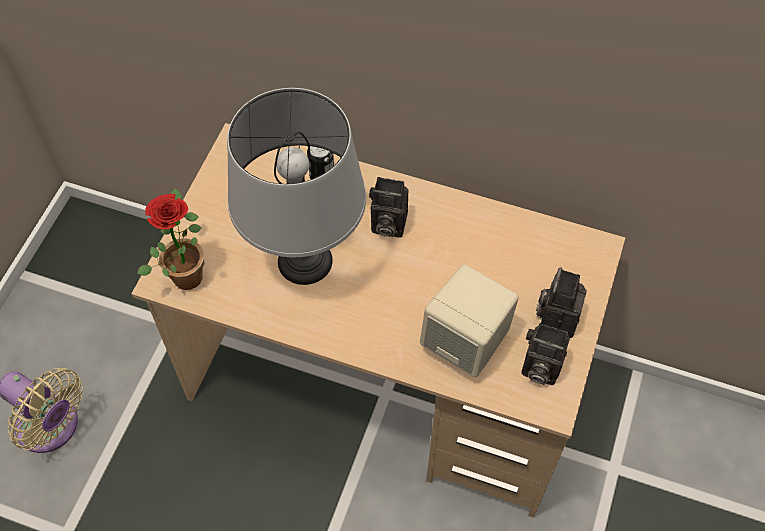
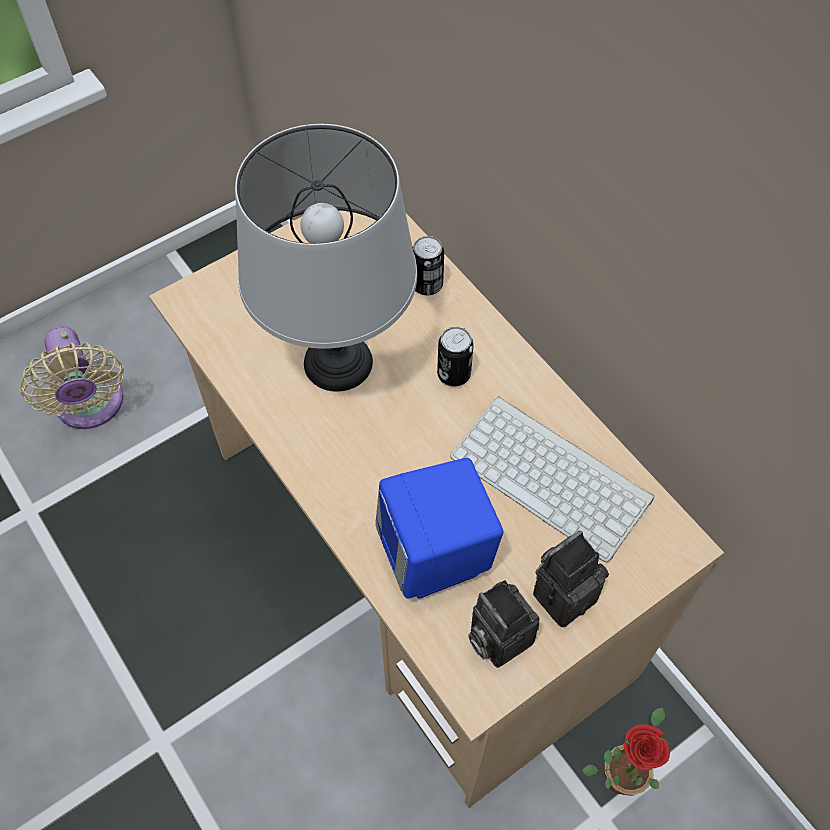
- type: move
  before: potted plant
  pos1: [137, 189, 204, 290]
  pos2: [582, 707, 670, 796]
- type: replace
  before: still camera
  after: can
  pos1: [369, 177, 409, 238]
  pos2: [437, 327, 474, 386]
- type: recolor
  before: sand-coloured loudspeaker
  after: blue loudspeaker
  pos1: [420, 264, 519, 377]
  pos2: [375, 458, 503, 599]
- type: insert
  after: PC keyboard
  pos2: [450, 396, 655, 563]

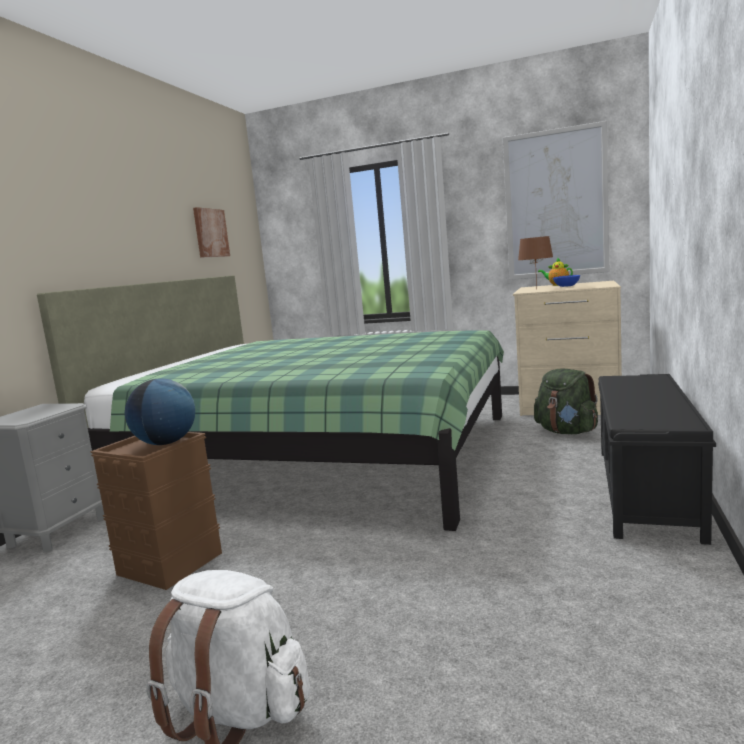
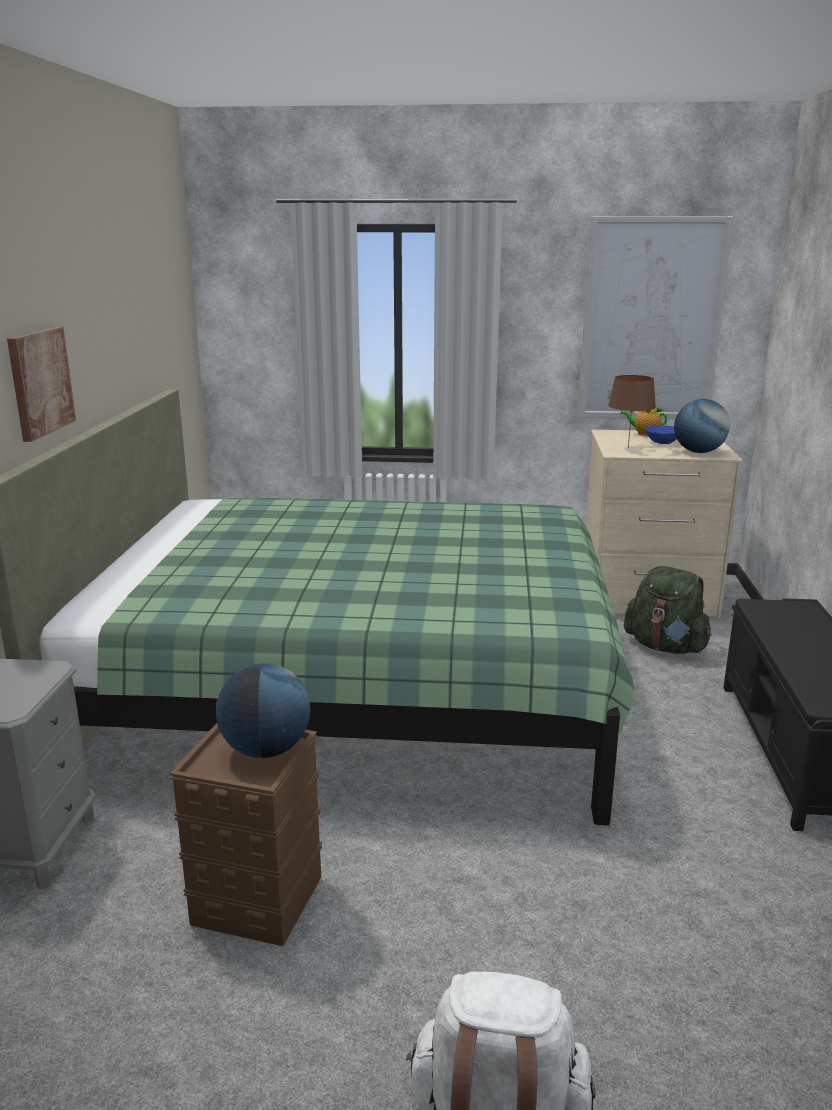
- type: move
  before: wall art
  pos1: [193, 207, 230, 258]
  pos2: [7, 327, 76, 442]
- type: insert
  after: globe
  pos2: [674, 399, 730, 453]

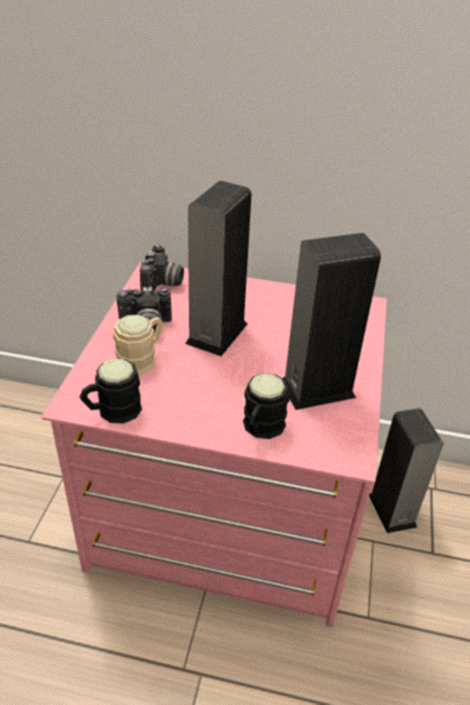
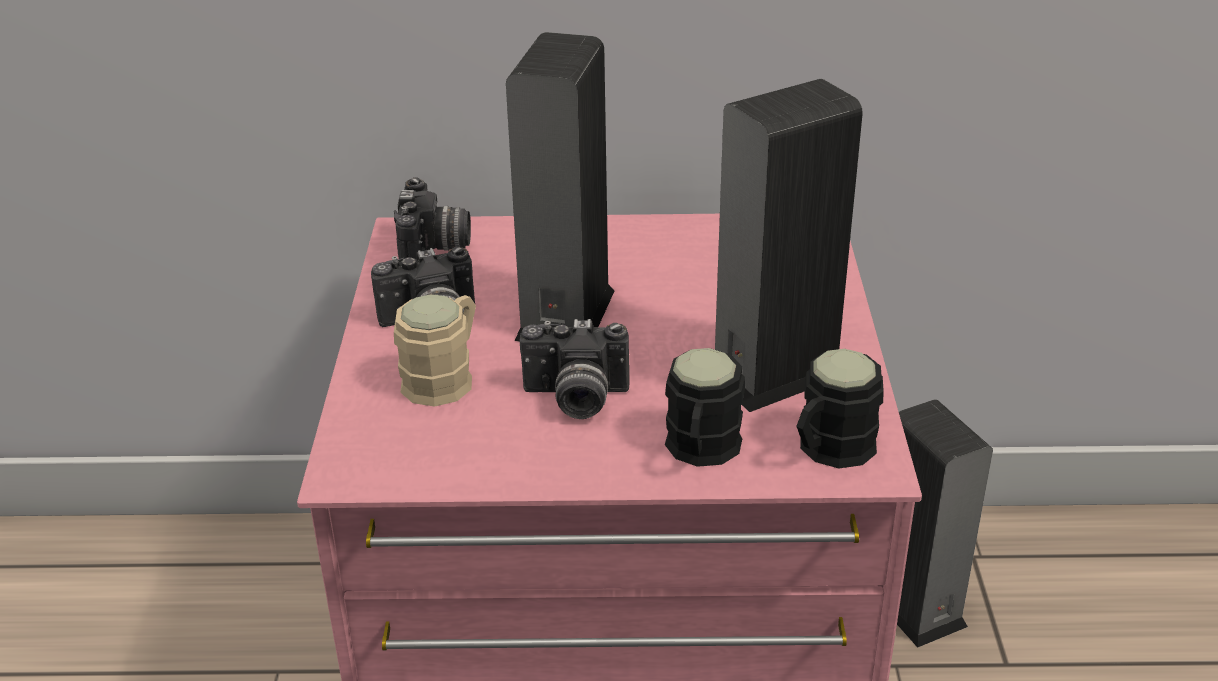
- type: move
  before: black-coloured tea mug
  pos1: [79, 359, 142, 424]
  pos2: [796, 349, 884, 468]
- type: insert
  after: still camera
  pos2: [520, 319, 630, 419]

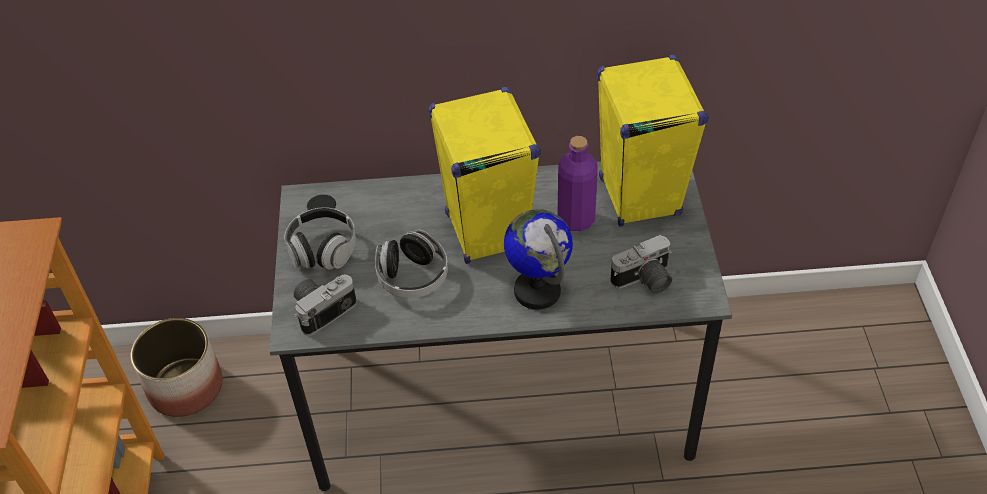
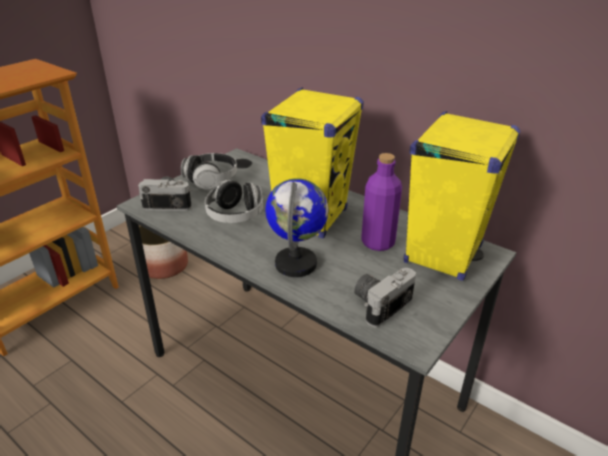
- type: rotate
  before: still camera
  pos1: [610, 235, 672, 294]
  pos2: [354, 268, 416, 328]
  turn: 120

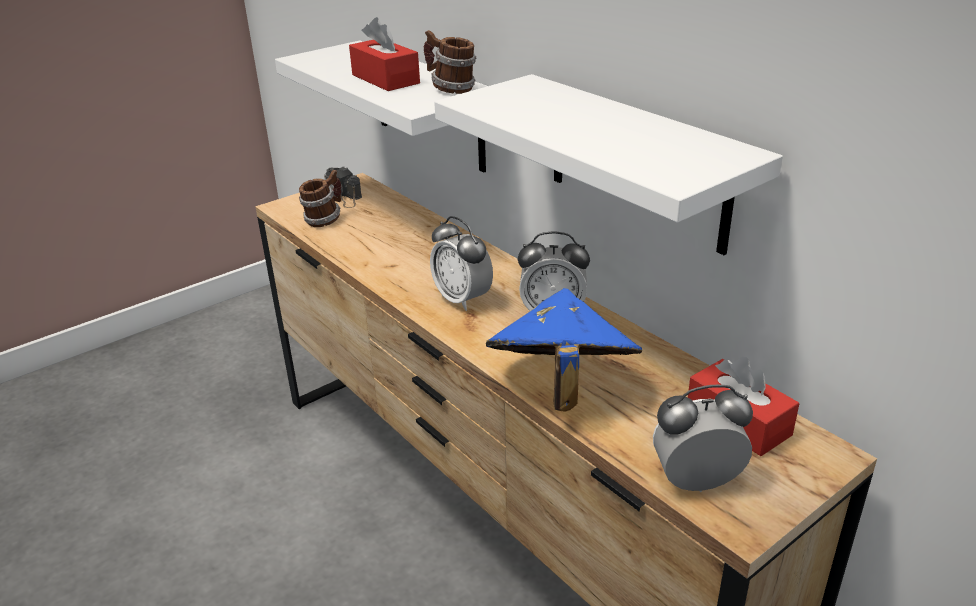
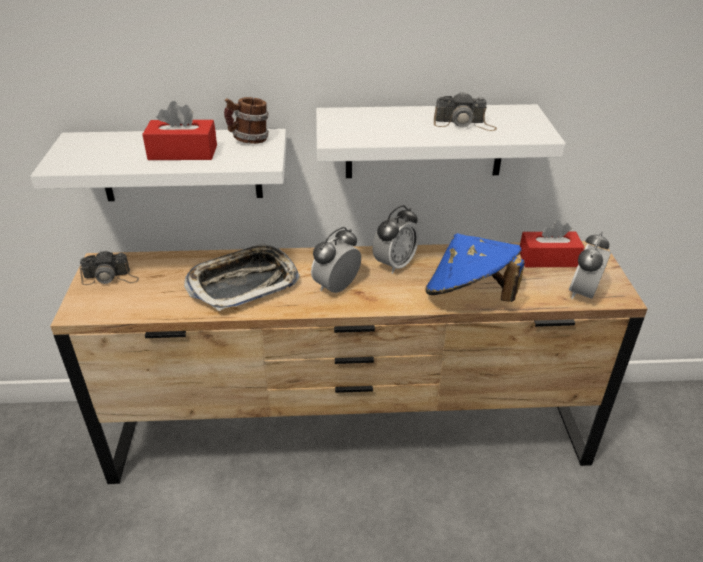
- type: delete
  before: tea mug
  pos1: [299, 170, 341, 227]
- type: rotate
  before: table clock
  pos1: [430, 216, 493, 311]
  pos2: [311, 227, 361, 293]
  turn: 135
- type: insert
  after: carrying tray
  pos2: [184, 243, 300, 311]
- type: insert
  after: still camera
  pos2: [434, 91, 497, 131]

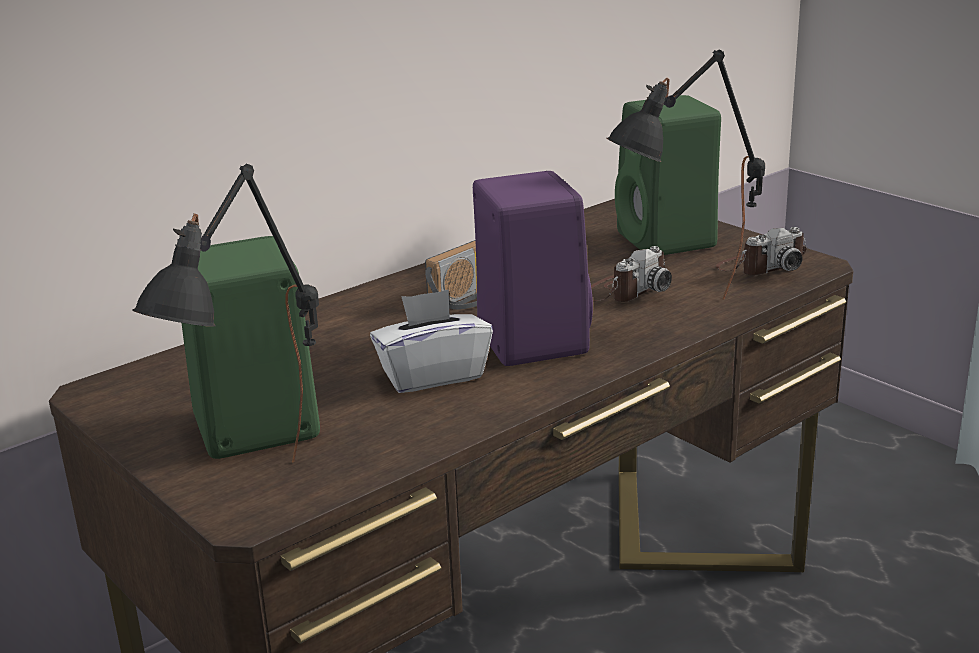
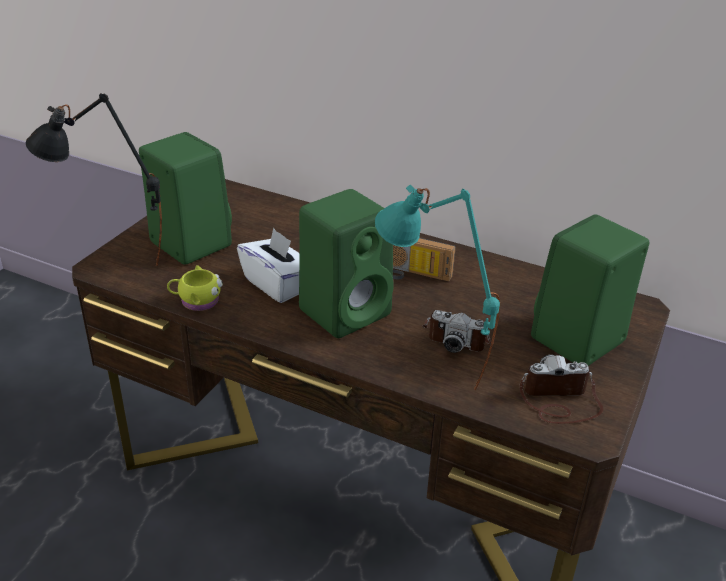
- type: recolor
  before: purplish loudspeaker
  after: greenish loudspeaker
  pos1: [473, 171, 593, 366]
  pos2: [299, 189, 394, 338]
- type: recolor
  before: black-coloured tabletop lamp
  after: turquoise tabletop lamp
  pos1: [606, 50, 765, 299]
  pos2: [375, 185, 500, 391]
- type: rotate
  before: still camera
  pos1: [716, 227, 807, 276]
  pos2: [519, 355, 604, 424]
  turn: 135
- type: insert
  after: yellow-coloured tea mug
  pos2: [167, 265, 223, 311]

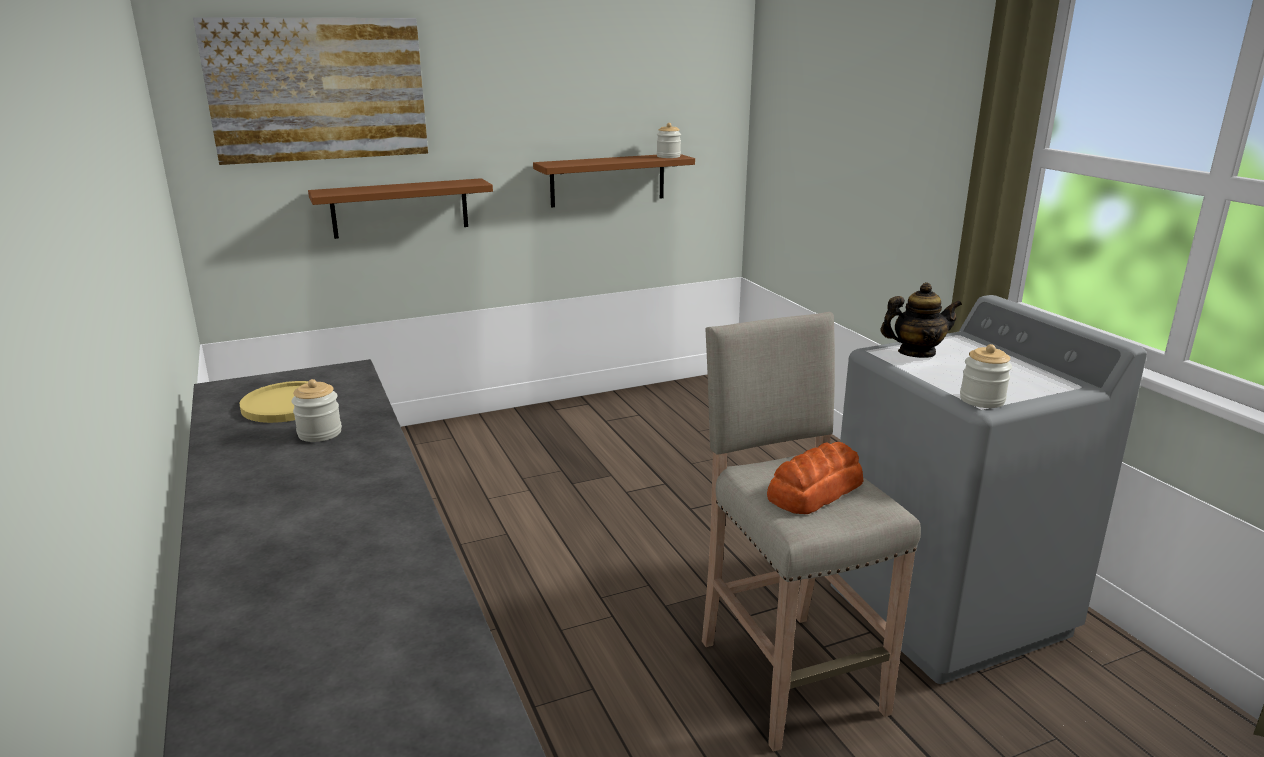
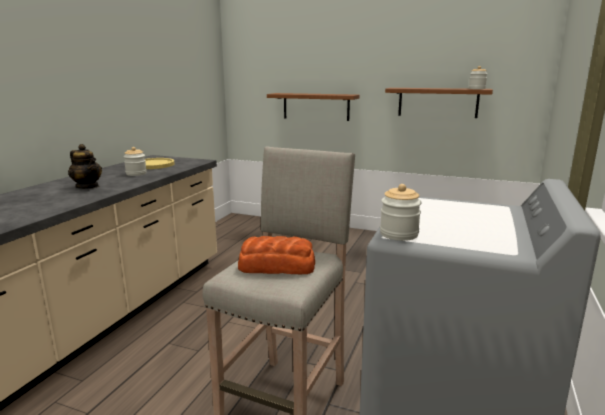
- type: delete
  before: wall art
  pos1: [193, 17, 428, 165]
- type: move
  before: pot for tea
  pos1: [880, 282, 962, 358]
  pos2: [68, 144, 102, 189]

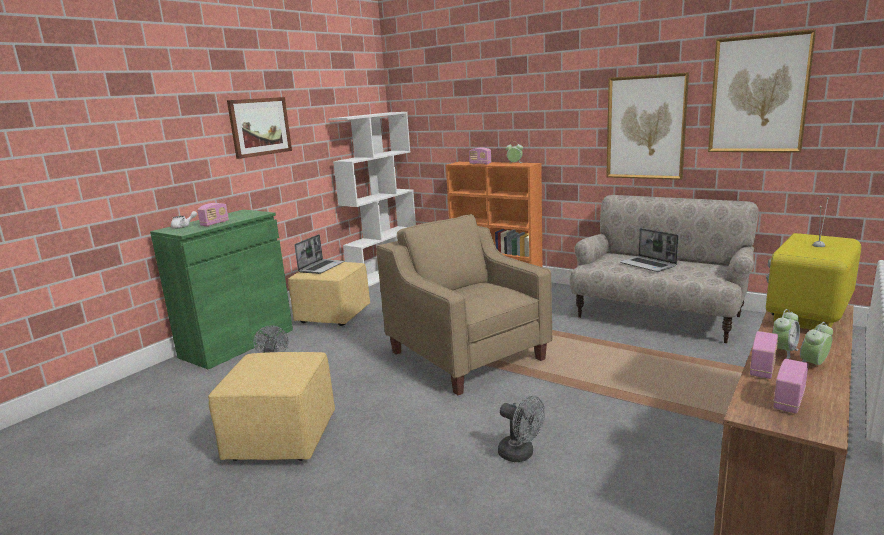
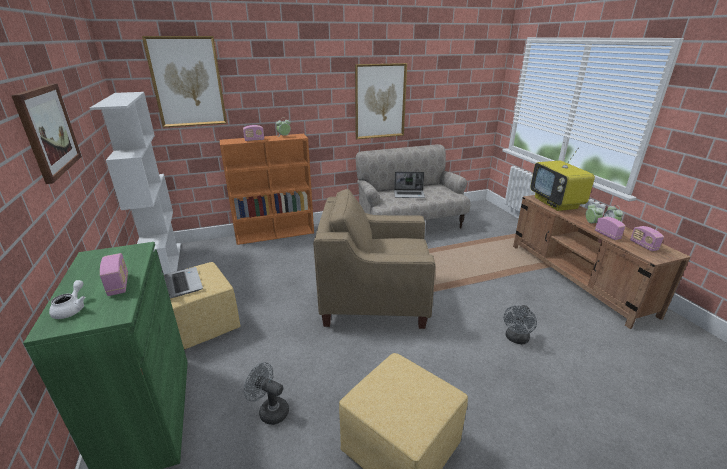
- type: rotate
  before: gray electric fan
  pos1: [498, 396, 545, 462]
  pos2: [504, 305, 537, 344]
  turn: 135
- type: move
  before: wall art
  pos1: [708, 29, 816, 152]
  pos2: [142, 36, 227, 128]

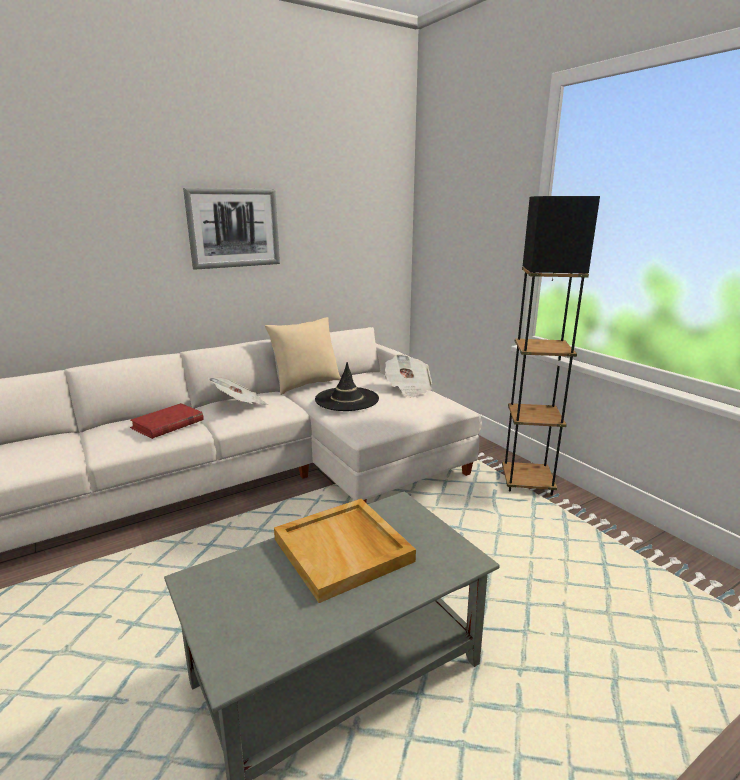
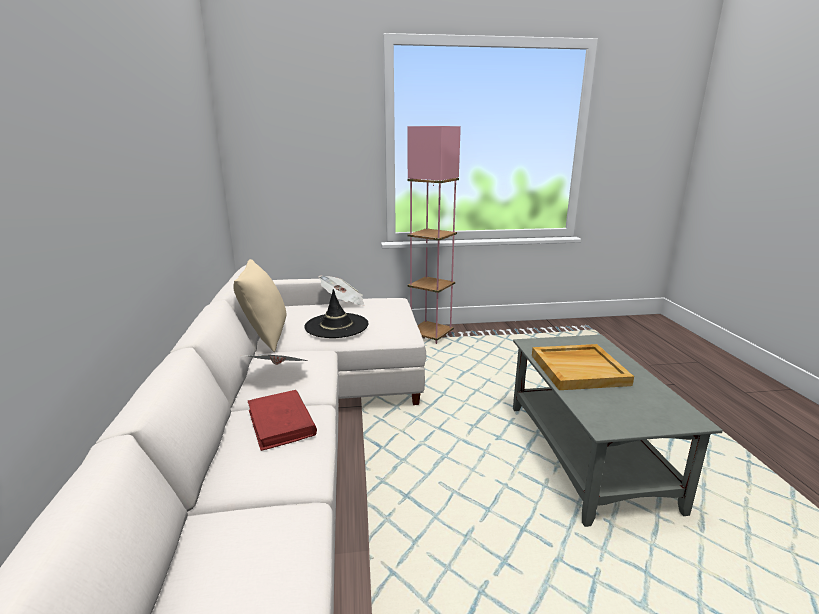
- type: delete
  before: wall art
  pos1: [183, 188, 280, 270]
- type: recolor
  before: black-coloured standing lamp
  after: pink standing lamp
  pos1: [502, 196, 600, 495]
  pos2: [407, 126, 461, 344]

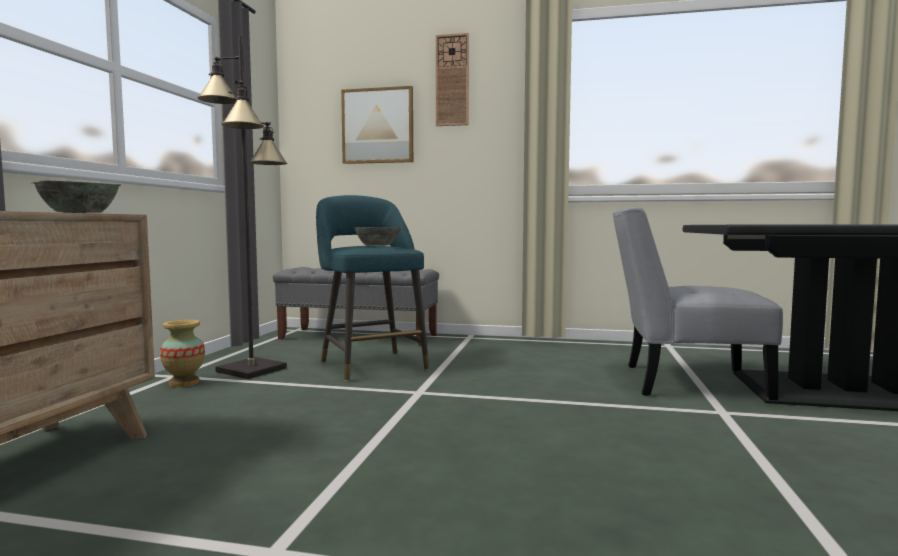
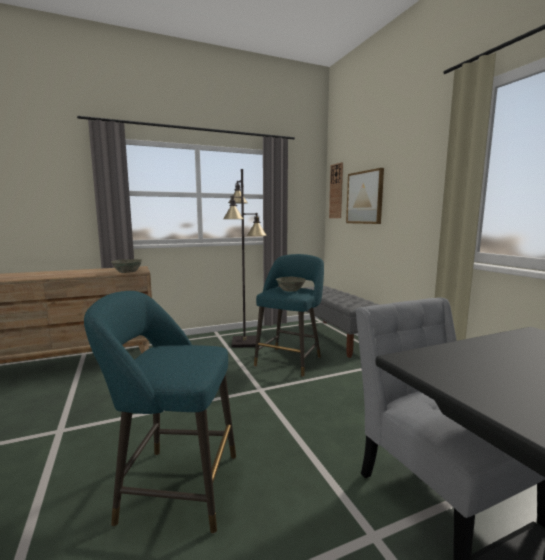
- type: delete
  before: decorative vase
  pos1: [160, 320, 205, 387]
- type: move
  before: wall clock
  pos1: [436, 33, 469, 126]
  pos2: [329, 162, 343, 218]
- type: insert
  after: turquoise sitting stool
  pos2: [84, 291, 236, 534]

